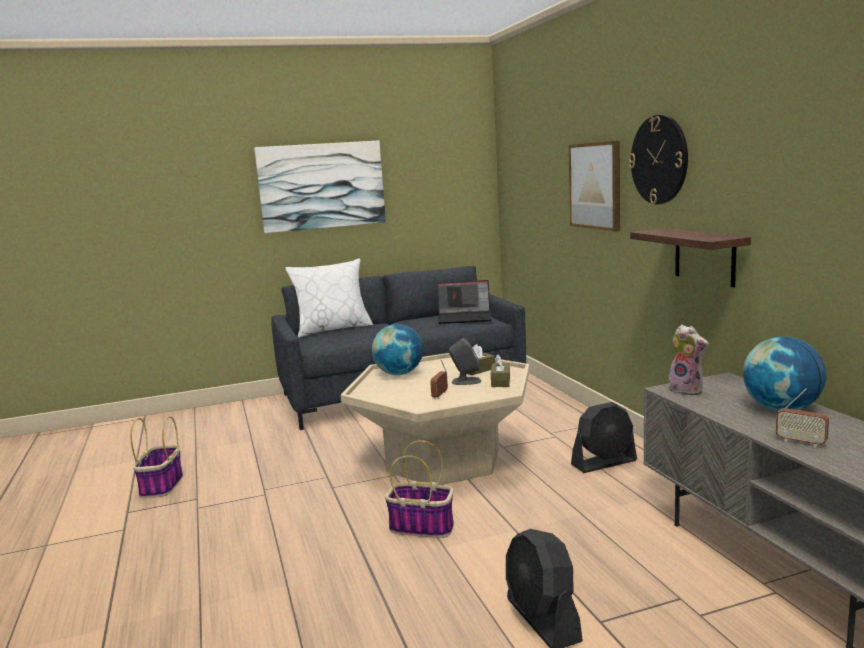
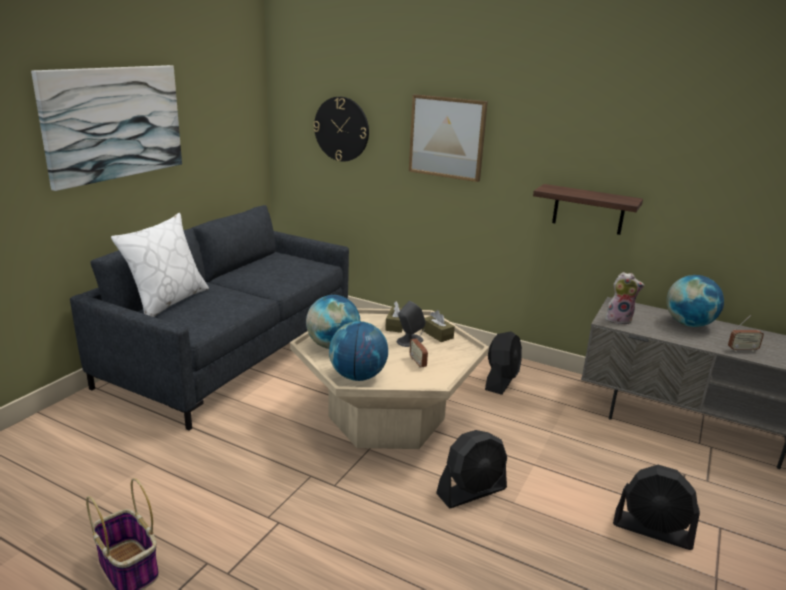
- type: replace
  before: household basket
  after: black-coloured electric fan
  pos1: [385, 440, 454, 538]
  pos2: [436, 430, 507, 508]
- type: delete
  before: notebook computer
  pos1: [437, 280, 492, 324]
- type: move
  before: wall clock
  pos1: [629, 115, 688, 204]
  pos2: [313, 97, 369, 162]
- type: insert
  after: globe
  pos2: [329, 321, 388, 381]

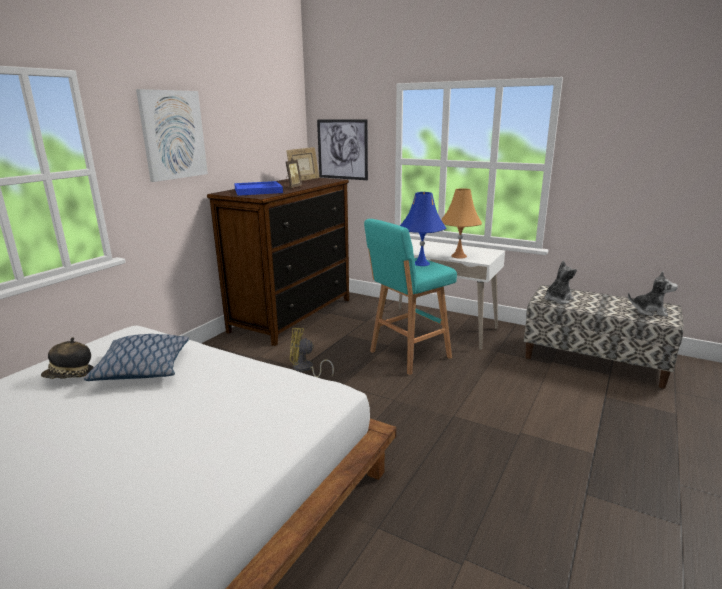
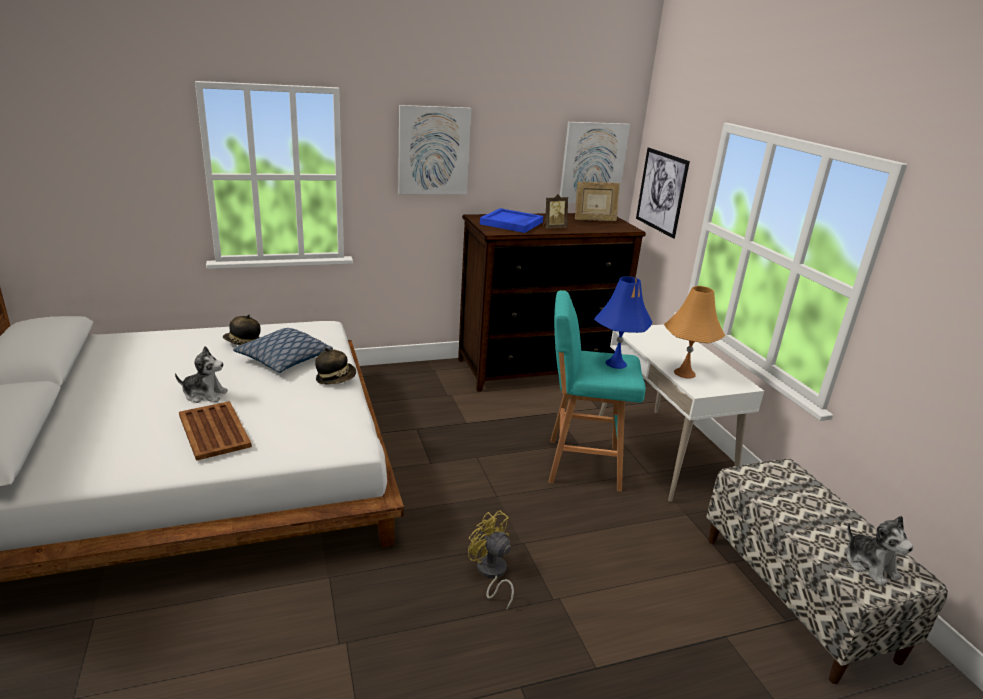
- type: move
  before: yellow-coloured electric fan
  pos1: [290, 328, 334, 377]
  pos2: [468, 510, 514, 610]
- type: move
  before: plush toy
  pos1: [545, 261, 577, 304]
  pos2: [175, 346, 228, 403]
- type: insert
  after: brown carrying tray
  pos2: [179, 401, 252, 461]
- type: insert
  after: clothing hat
  pos2: [315, 347, 356, 384]
- type: insert
  after: wall art
  pos2: [560, 122, 630, 203]

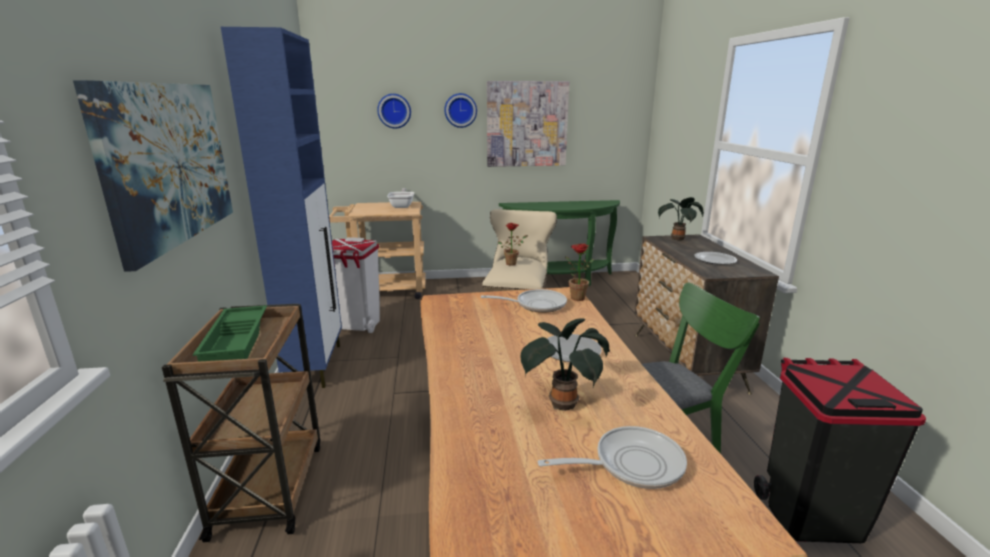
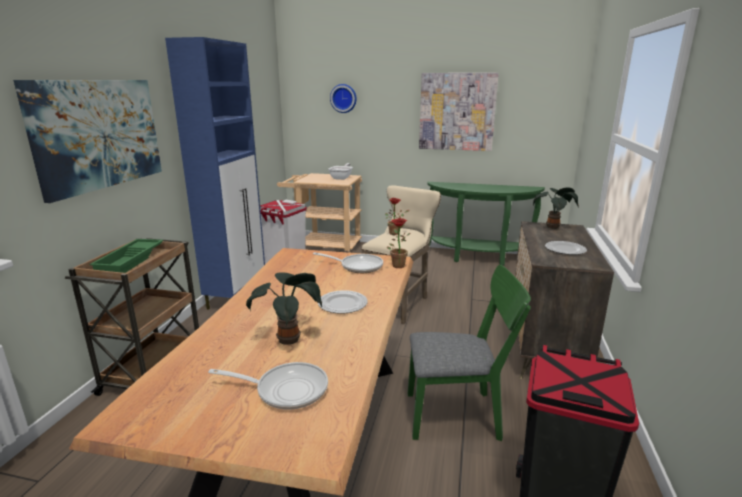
- type: delete
  before: wall clock
  pos1: [444, 93, 477, 128]

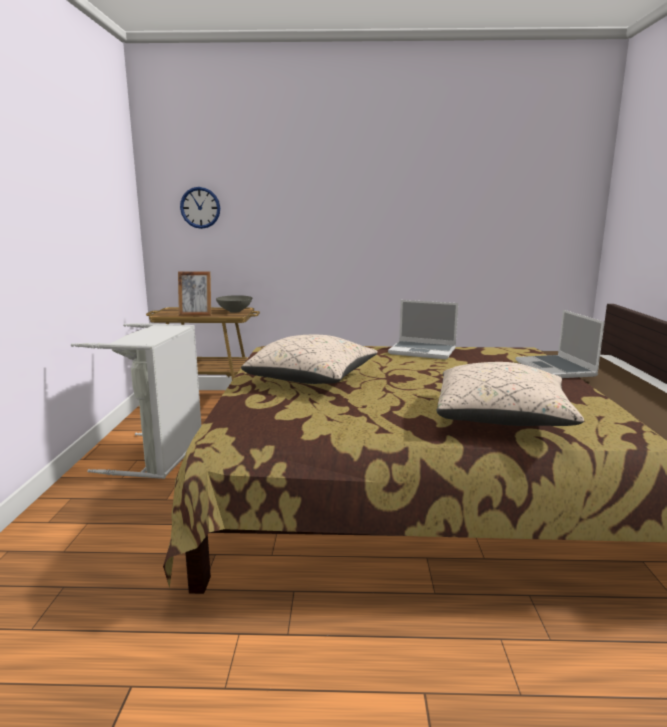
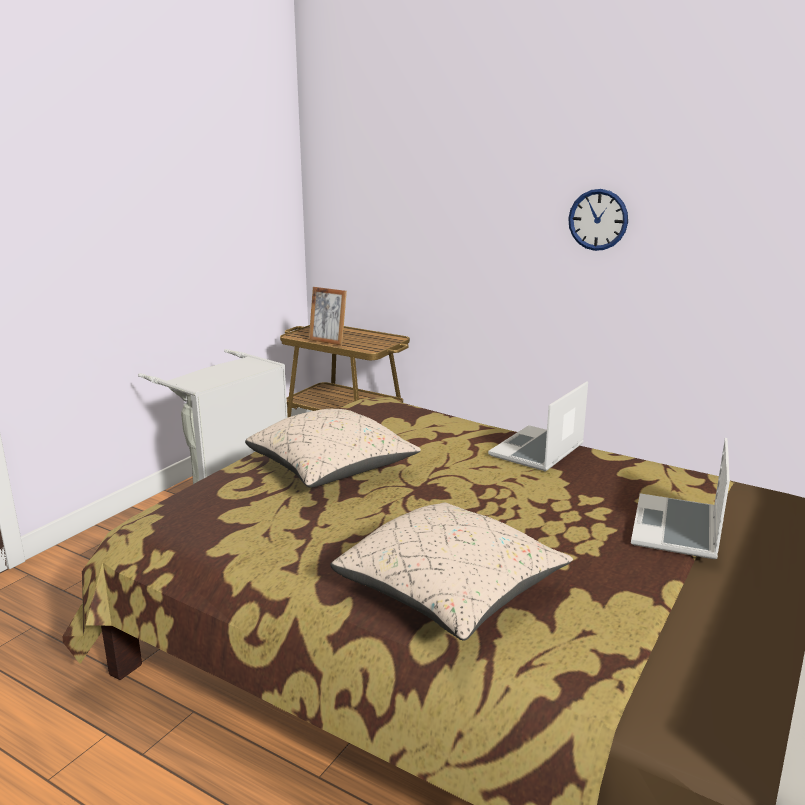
- type: move
  before: wall clock
  pos1: [180, 187, 220, 229]
  pos2: [568, 189, 628, 251]
- type: delete
  before: gray deep dish
  pos1: [216, 295, 252, 313]
- type: rotate
  before: notebook computer
  pos1: [388, 300, 458, 359]
  pos2: [488, 381, 588, 472]
  turn: 75

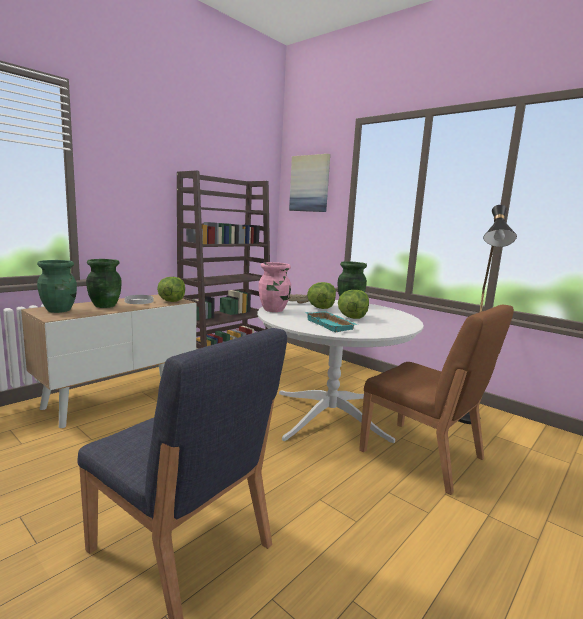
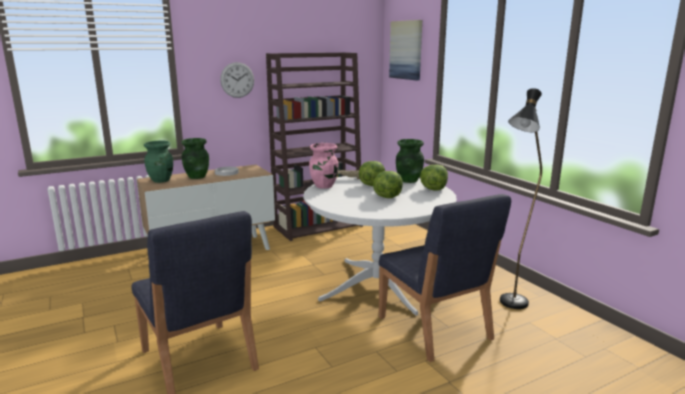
- type: move
  before: lettuce head
  pos1: [157, 277, 185, 302]
  pos2: [420, 164, 448, 191]
- type: delete
  before: turquoise carrying tray
  pos1: [305, 311, 358, 332]
- type: recolor
  before: brown chair
  after: blue chair
  pos1: [359, 305, 514, 495]
  pos2: [379, 194, 511, 362]
- type: insert
  after: wall clock
  pos2: [220, 62, 254, 98]

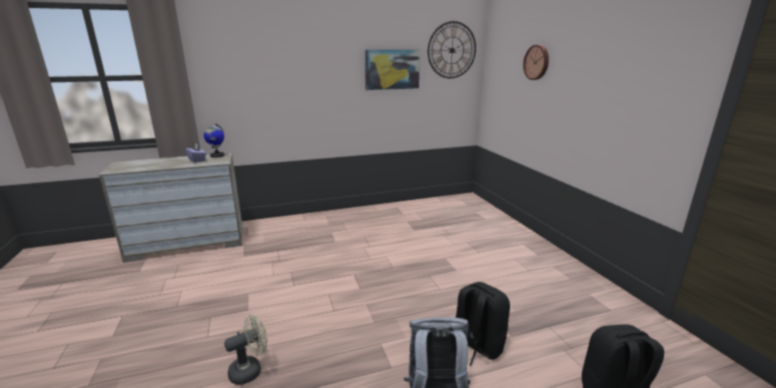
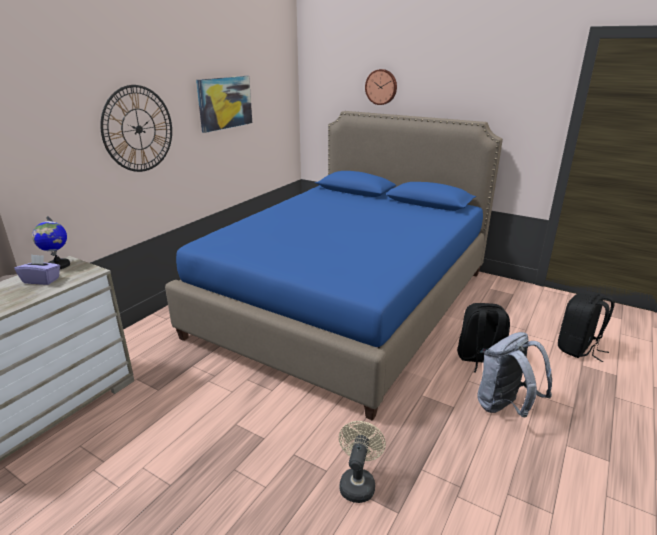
- type: move
  before: wall clock
  pos1: [428, 21, 476, 78]
  pos2: [100, 85, 172, 172]
- type: insert
  after: blue sleeping bed
  pos2: [165, 111, 503, 421]

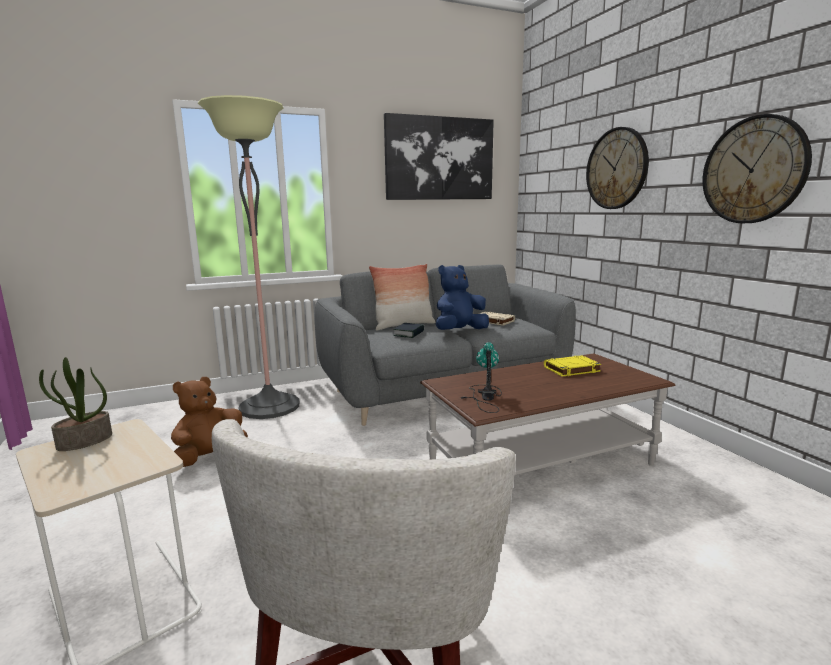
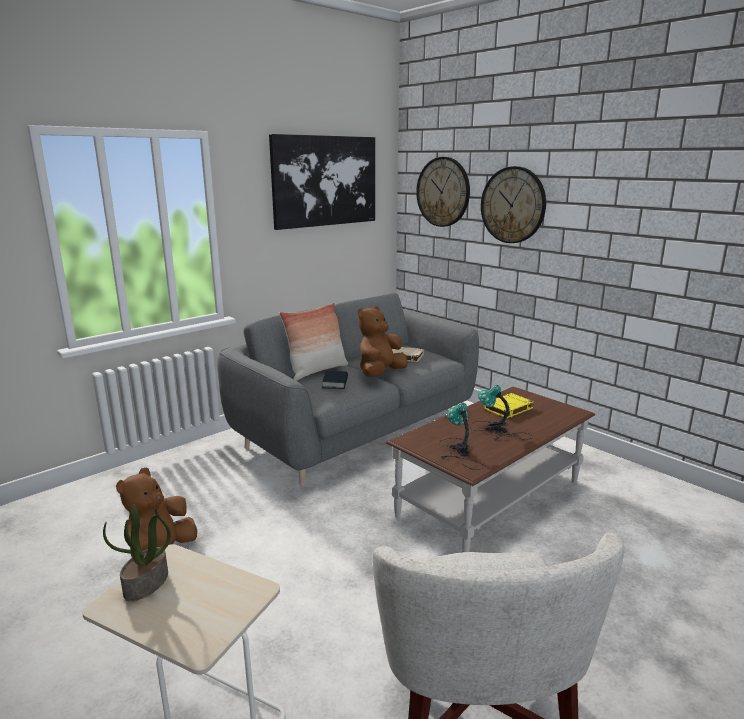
- type: delete
  before: standing lamp
  pos1: [198, 95, 299, 419]
- type: recolor
  before: blue plush toy
  after: brown plush toy
  pos1: [436, 265, 489, 330]
  pos2: [358, 306, 408, 377]
- type: move
  before: wall clock
  pos1: [703, 114, 812, 223]
  pos2: [416, 157, 470, 227]
- type: insert
  after: tabletop lamp
  pos2: [470, 385, 533, 440]

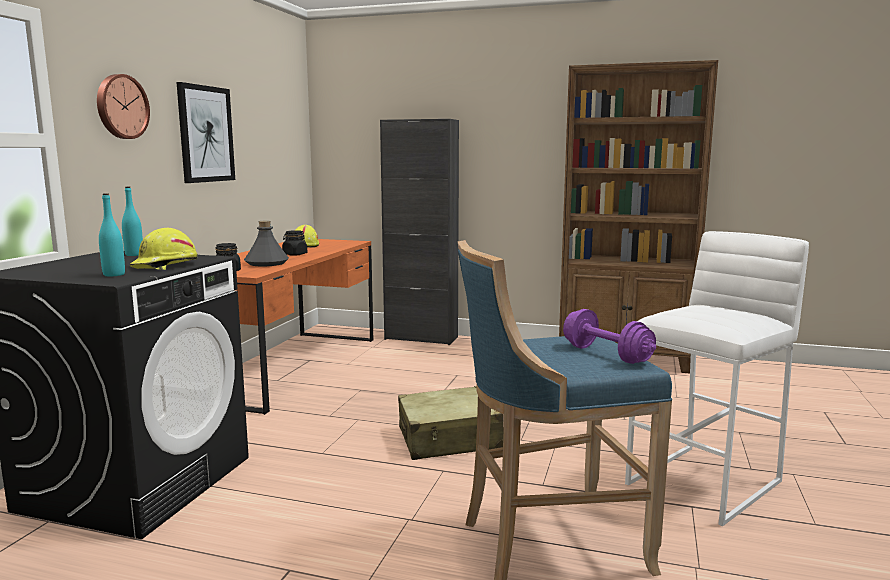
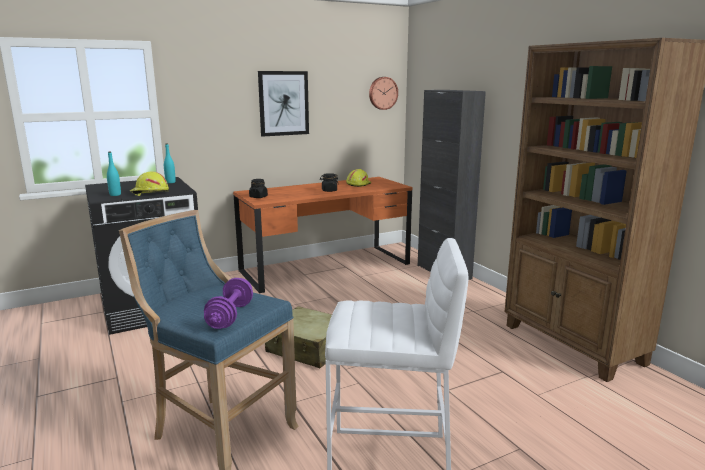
- type: move
  before: wall clock
  pos1: [97, 74, 150, 139]
  pos2: [369, 77, 398, 110]
- type: delete
  before: gray bottle
  pos1: [244, 221, 289, 266]

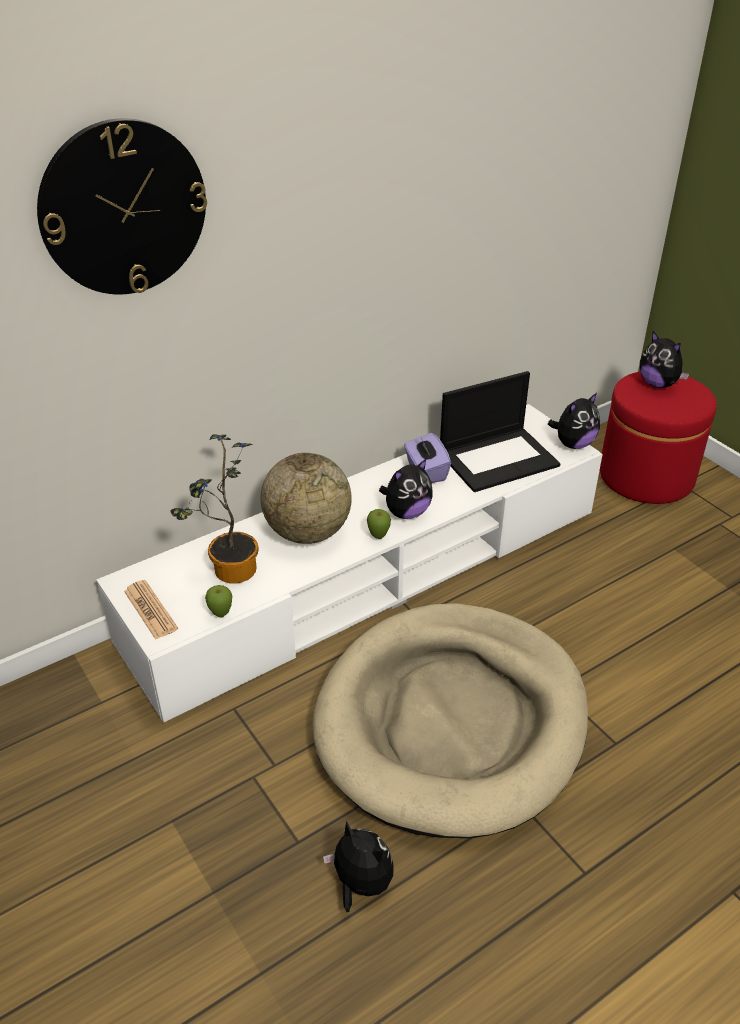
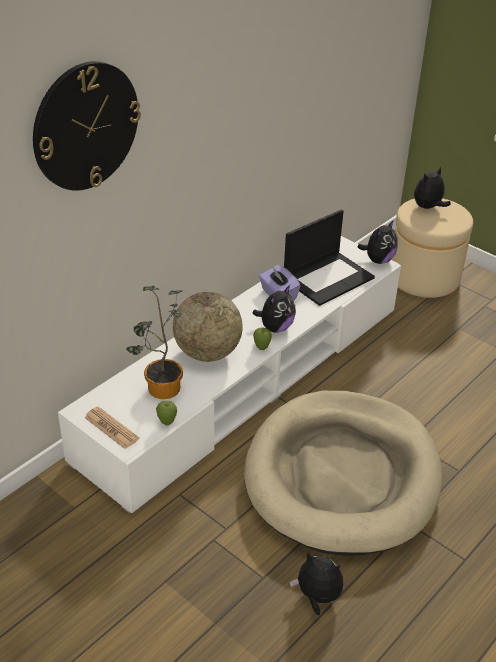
- type: recolor
  before: red-coloured pouffe
  after: sand-coloured pouffe
  pos1: [600, 372, 717, 504]
  pos2: [391, 198, 473, 298]
- type: rotate
  before: plush toy
  pos1: [640, 331, 690, 388]
  pos2: [414, 166, 451, 209]
  turn: 105

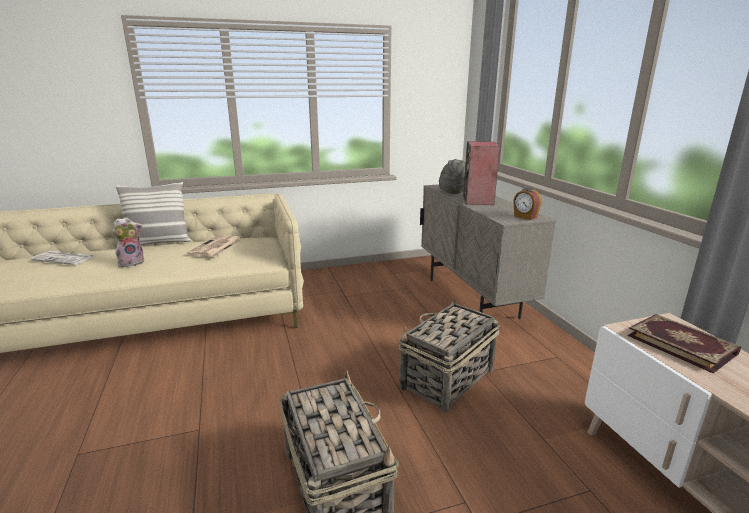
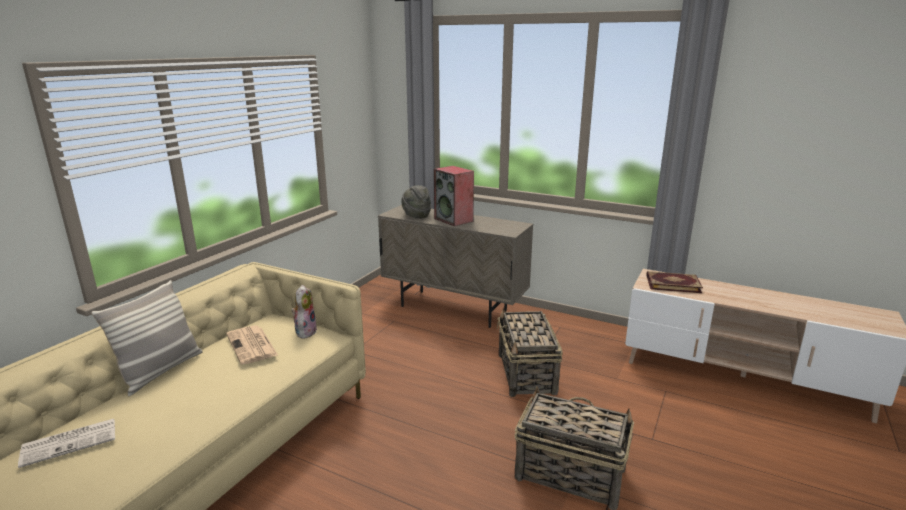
- type: move
  before: plush toy
  pos1: [112, 217, 144, 267]
  pos2: [291, 285, 317, 339]
- type: delete
  before: table clock
  pos1: [513, 188, 542, 220]

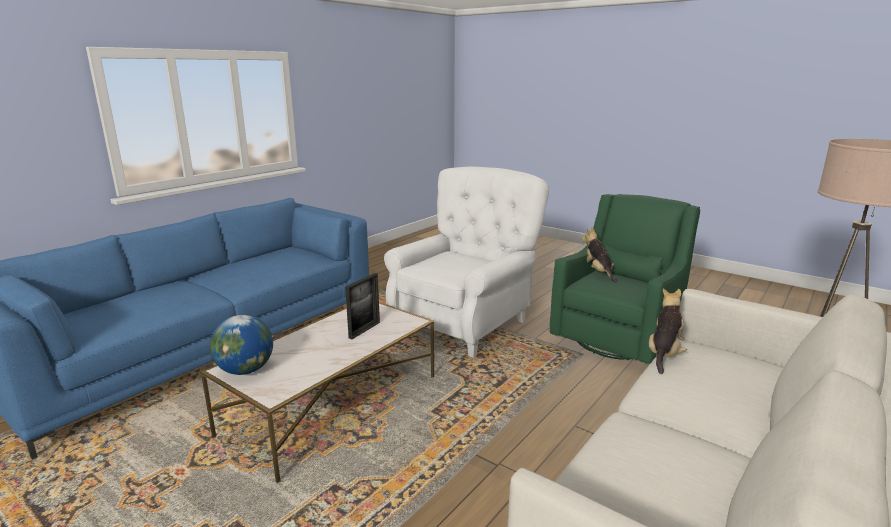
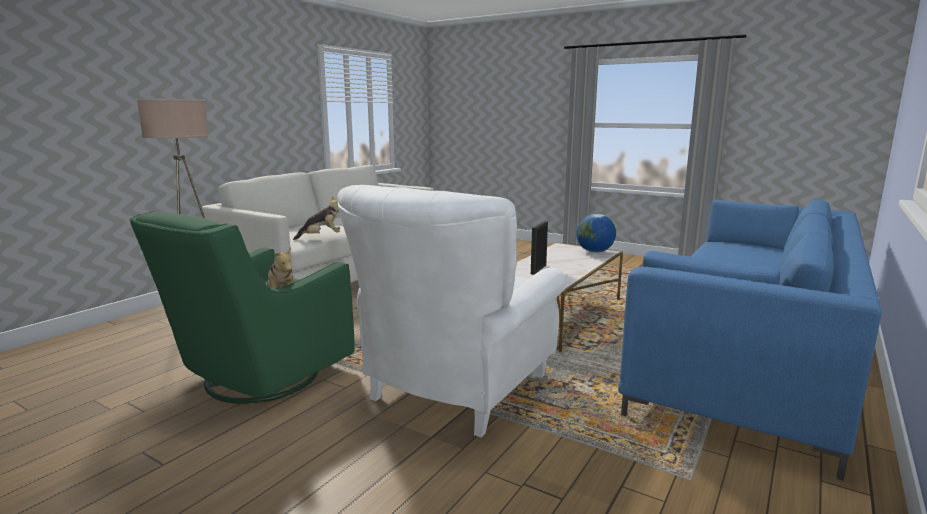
- type: rotate
  before: plush toy
  pos1: [649, 289, 687, 374]
  pos2: [293, 197, 340, 240]
  turn: -135

